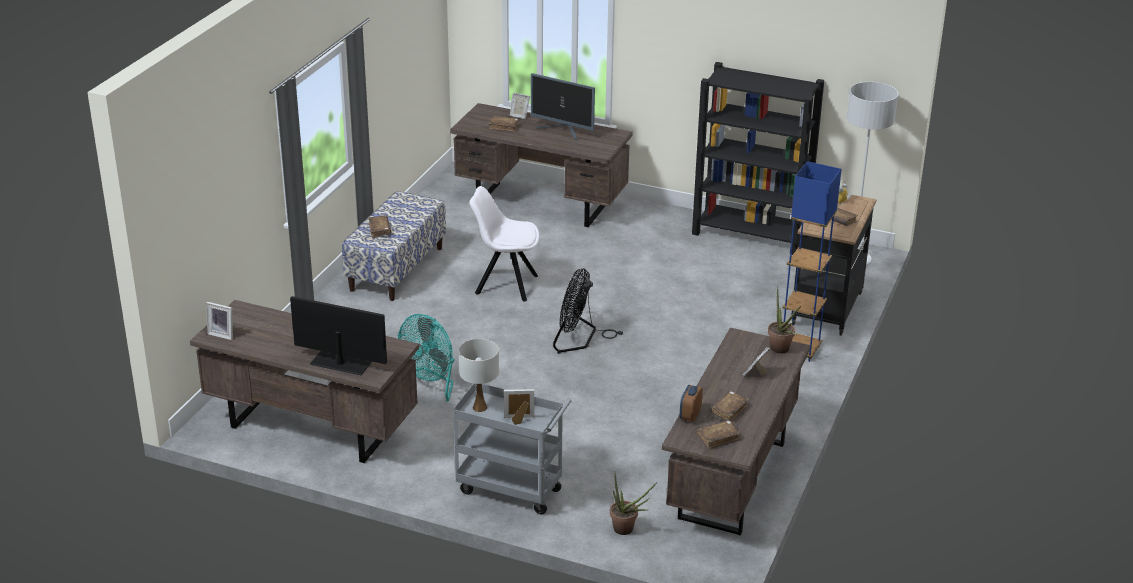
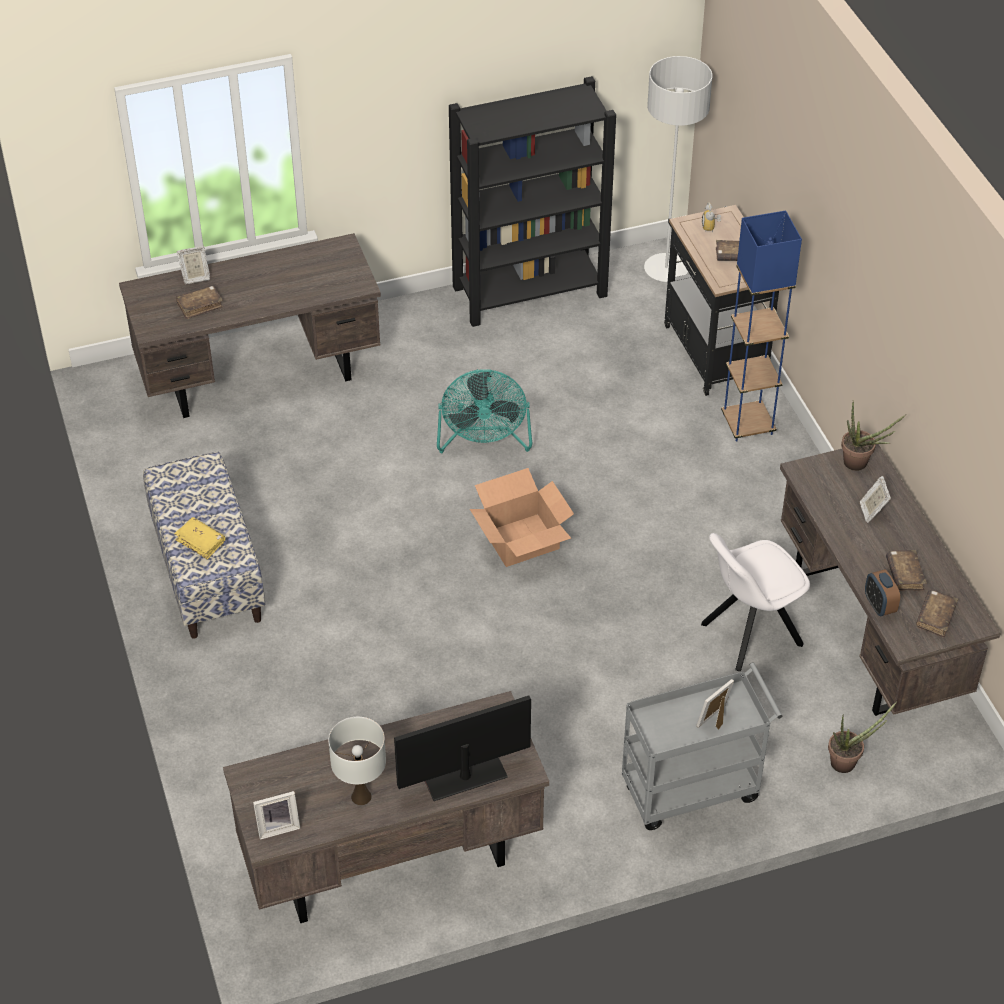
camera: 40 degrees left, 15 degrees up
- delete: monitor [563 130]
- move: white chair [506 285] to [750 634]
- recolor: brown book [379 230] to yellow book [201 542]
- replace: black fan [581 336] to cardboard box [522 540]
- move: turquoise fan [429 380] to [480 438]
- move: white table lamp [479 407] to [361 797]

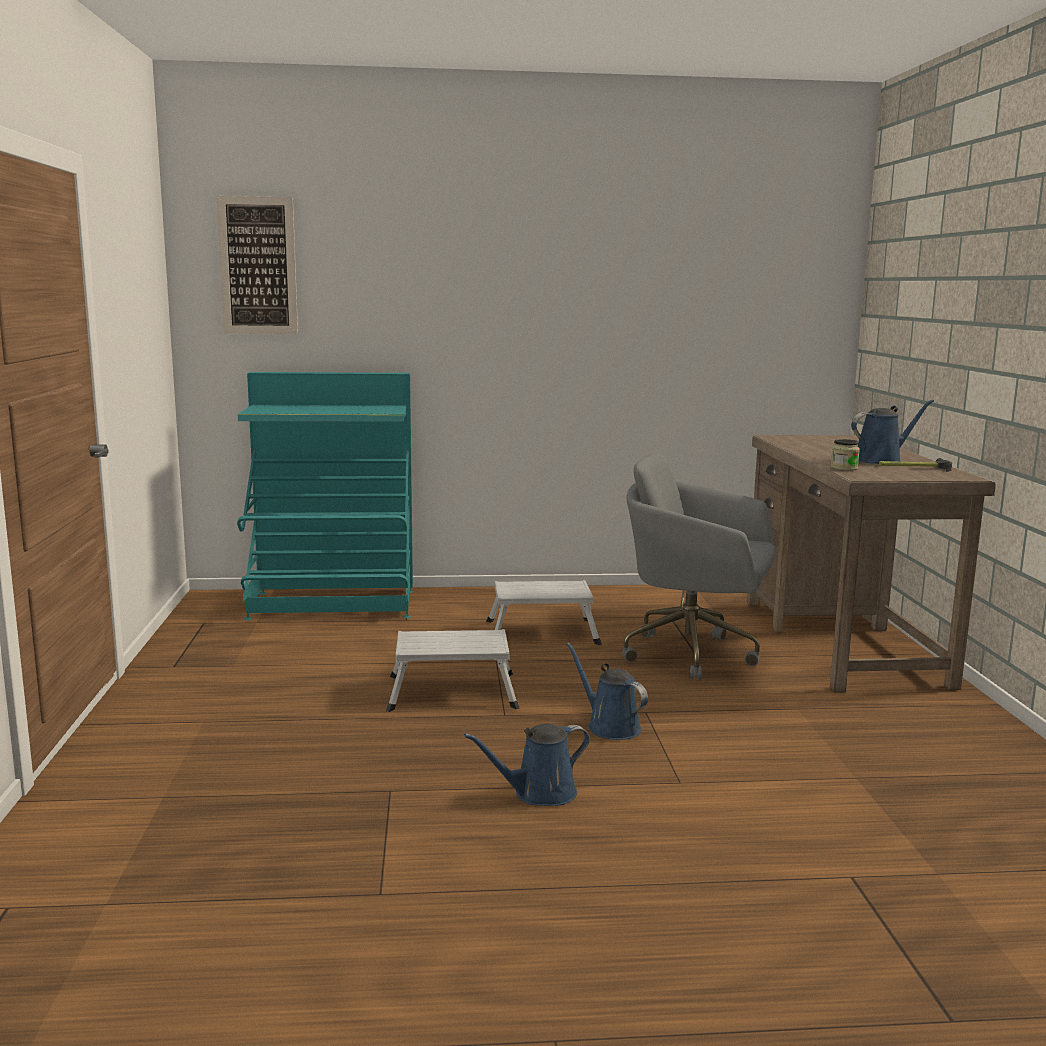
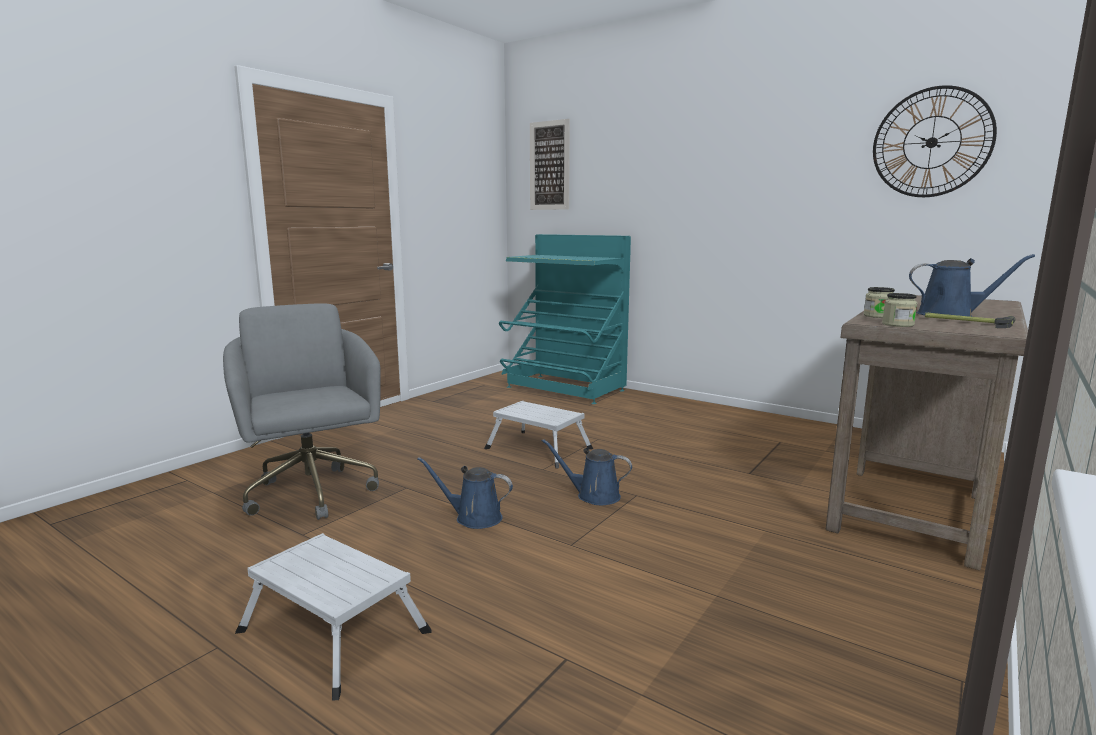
camera: 40 degrees right, 0 degrees up
- move: grey office chair [695 656] to [313 496]
- move: white step ladder [541 632] to [332 631]
- rotate: blue watering can [610 726] = [594 496] 75 degrees counterclockwise
- insert: wall clock [931 142]
- insert: jar [897 324]

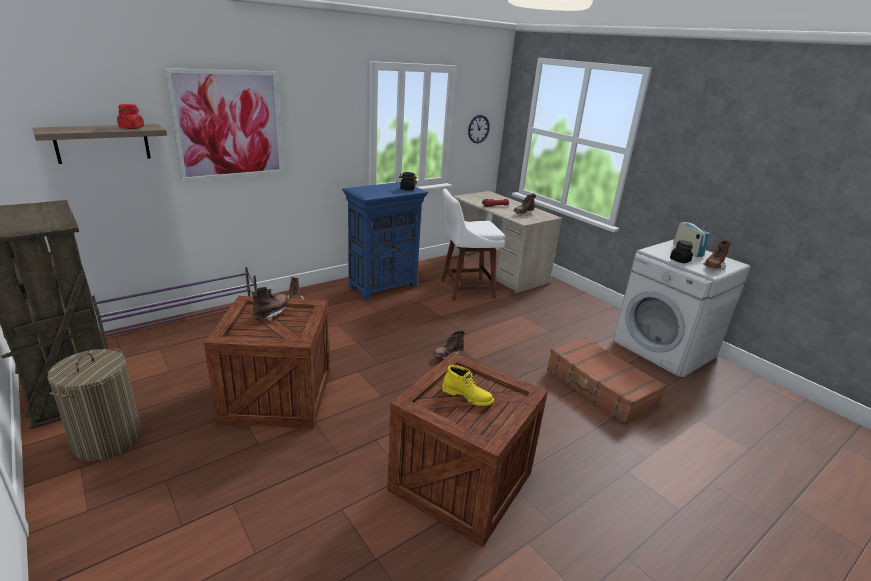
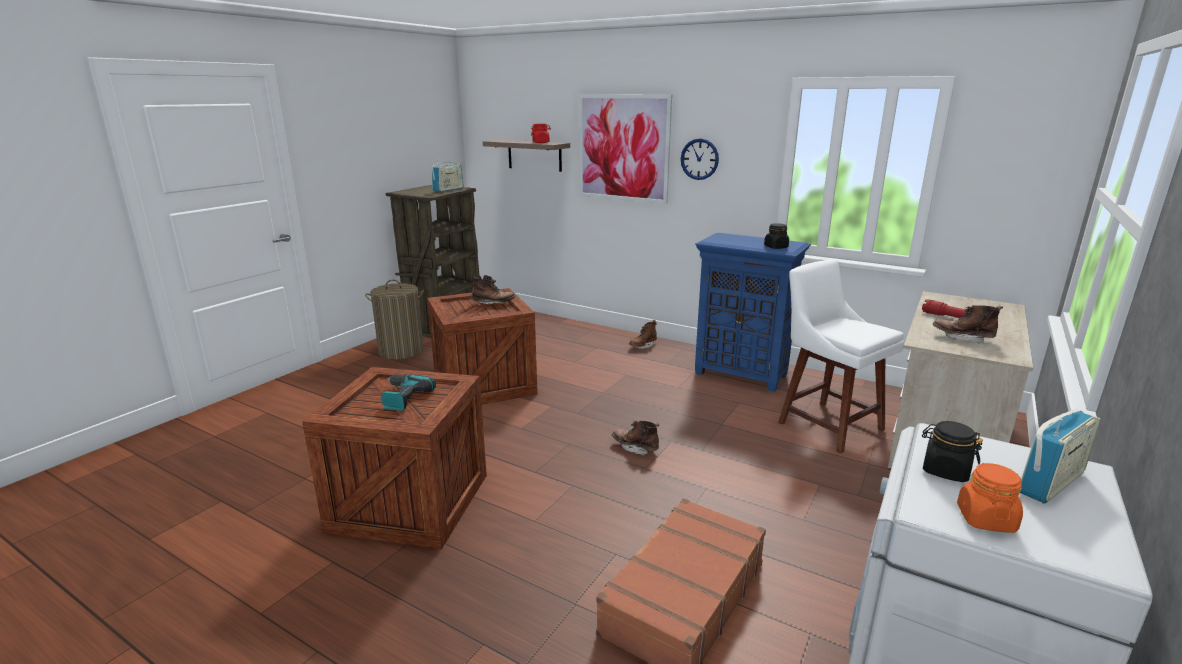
camera: 70 degrees right, 5 degrees down
- move: wall clock [478 129] to [699 159]
- replace: brown boot [713 267] to orange jar [985 519]
- delete: purple shoe rack [185 322]
- replace: yellow boot [467 396] to power drill [402 398]
- insert: radio [448 189]

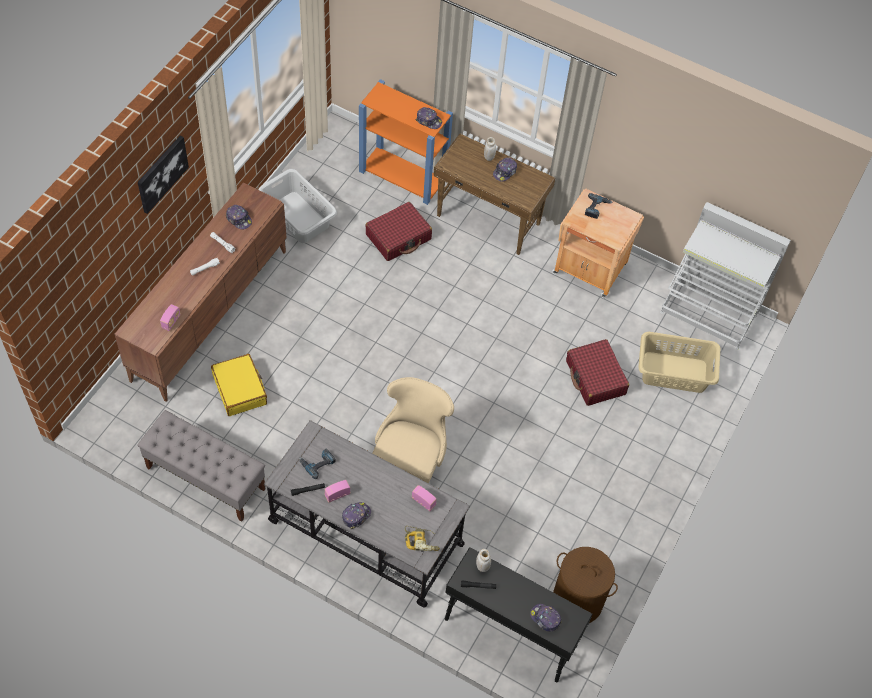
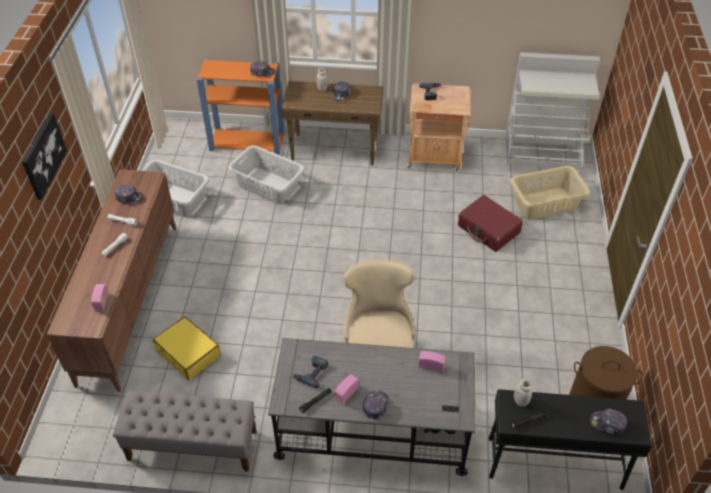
camera: 20 degrees left, 10 degrees down
- replace: red suitcase [398 237] to grey laundry basket [268 185]
- delete: power drill [422 541]

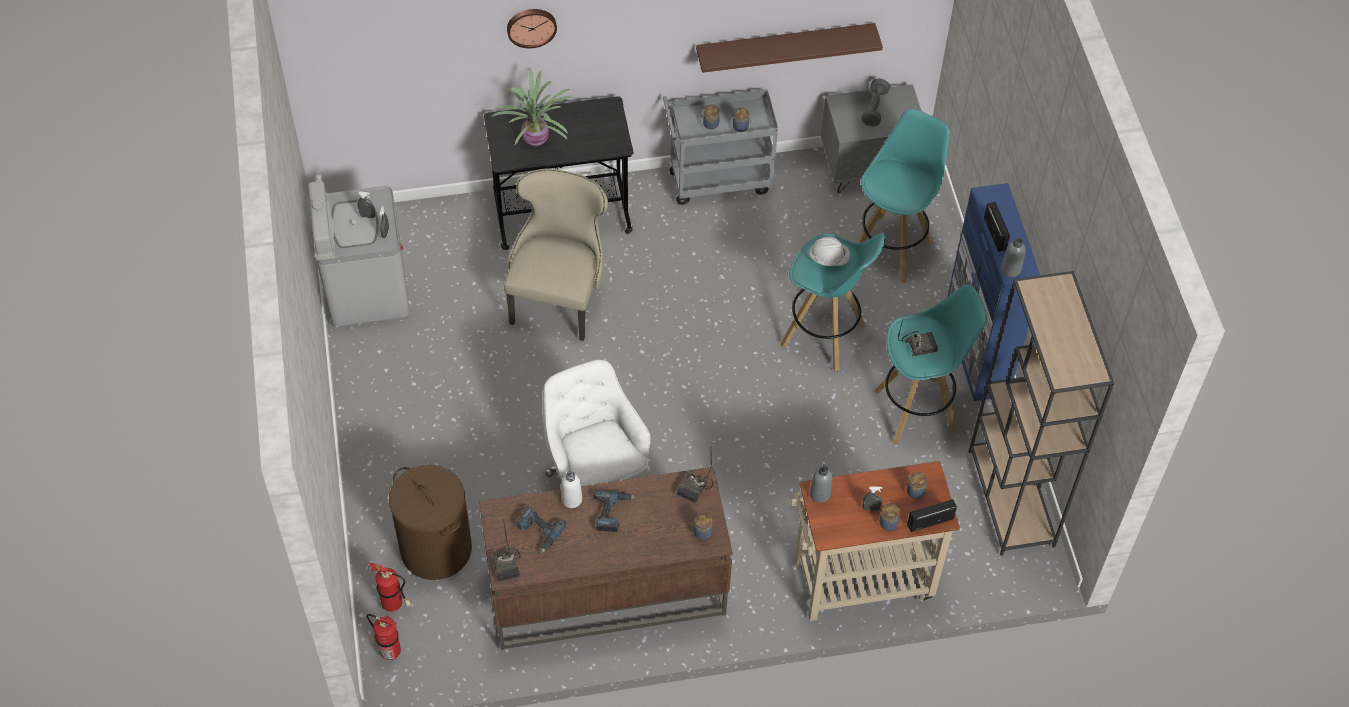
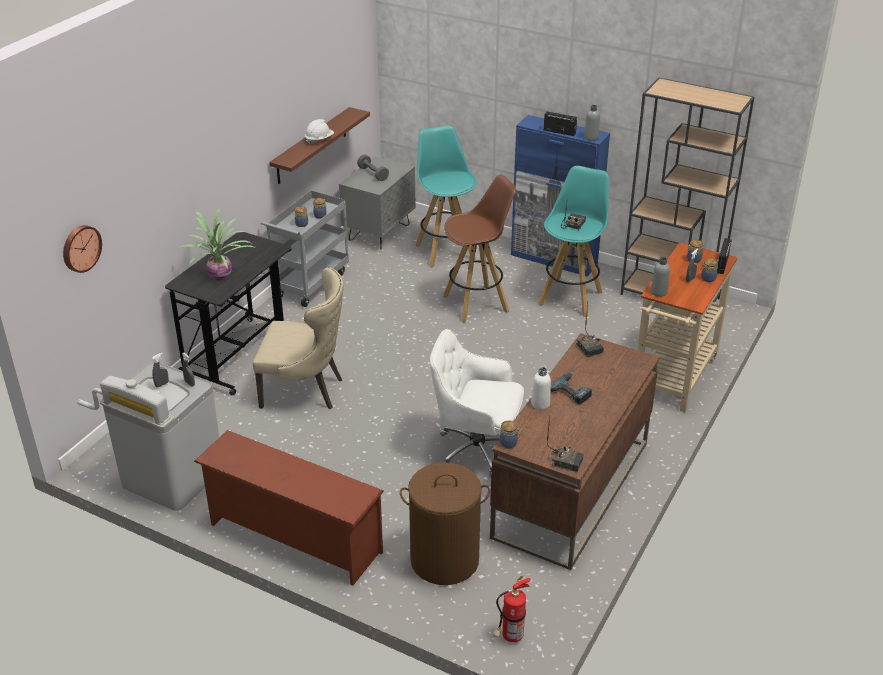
camera: 50 degrees left, 20 degrees down
- move: wall clock [531 26] to [80 248]
- rotate: beige chair [559 297] = [305 391] 135 degrees clockwise
- recolor: turquoise stool [824 336] to brown stool [477 303]
- move: white hard hat [829 258] to [319 139]
- delete: power drill [538 531]
- move: jar [703 533] to [509 443]
- delete: fire extinguisher [395 605]
- insert: brown shoe rack [293 538]

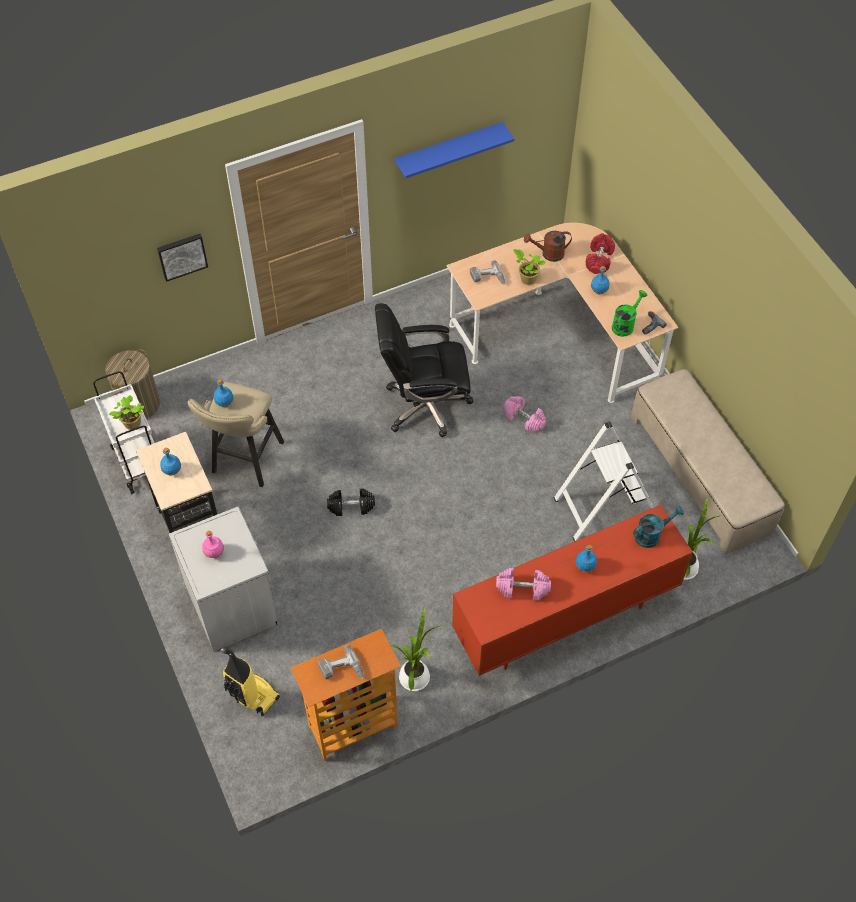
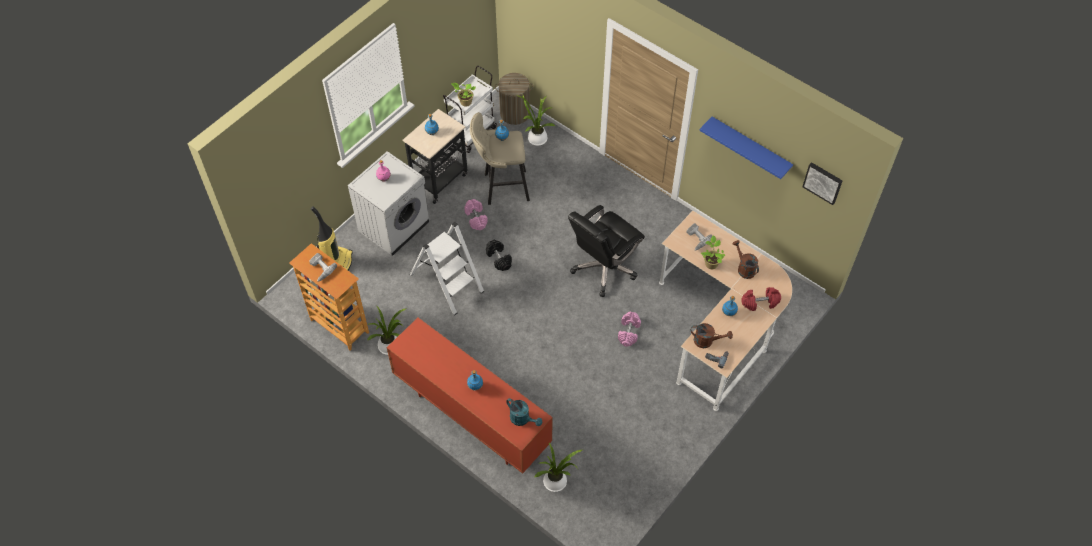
camera: 65 degrees right, 0 degrees up
- move: picture [182 255] to [823 182]
- recolor: green watering can [625 324] to brown watering can [707 341]
- rotate: black office chair [425 406] = [604 268] 105 degrees counterclockwise
- delete: beige bench [701 473]
- move: white step ladder [604 506] to [446 282]
- move: pink dumbbell [523 588] to [476 218]
- insert: potted plant [536 138]

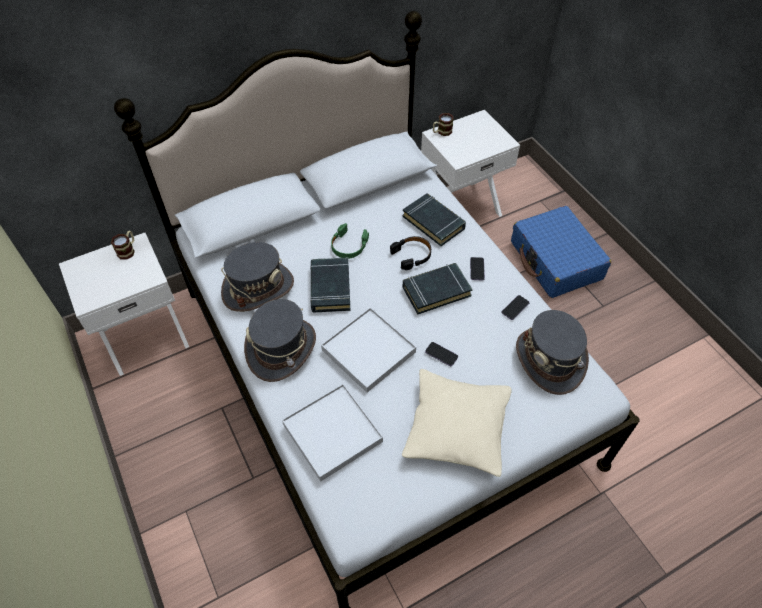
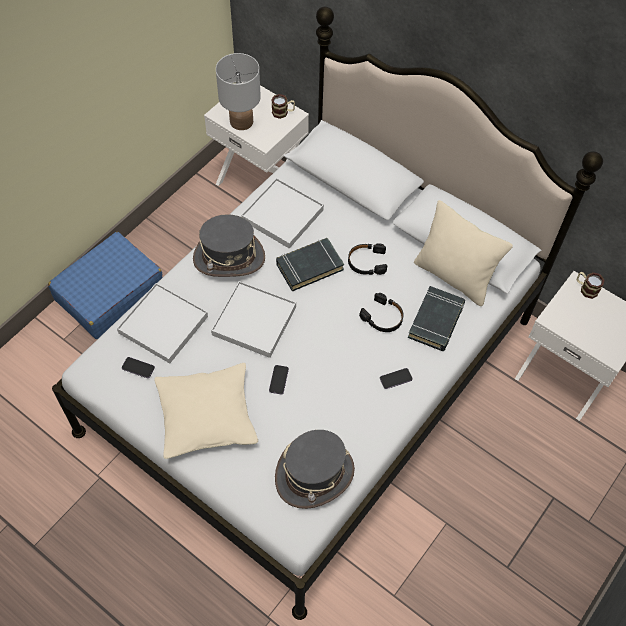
camera: 65 degrees right, 5 degrees up
- move: blue suitcase [555 261] to [109 293]
- recolor: green headphones [348 246] to black headphones [366 262]
- replace: grey hat [258 288] to white tray [283 215]
- delete: black book [436 291]
- move: phone [515 308] to [138 368]
- insert: grey table lamp [241 122]
- insert: beige pillow [454 277]

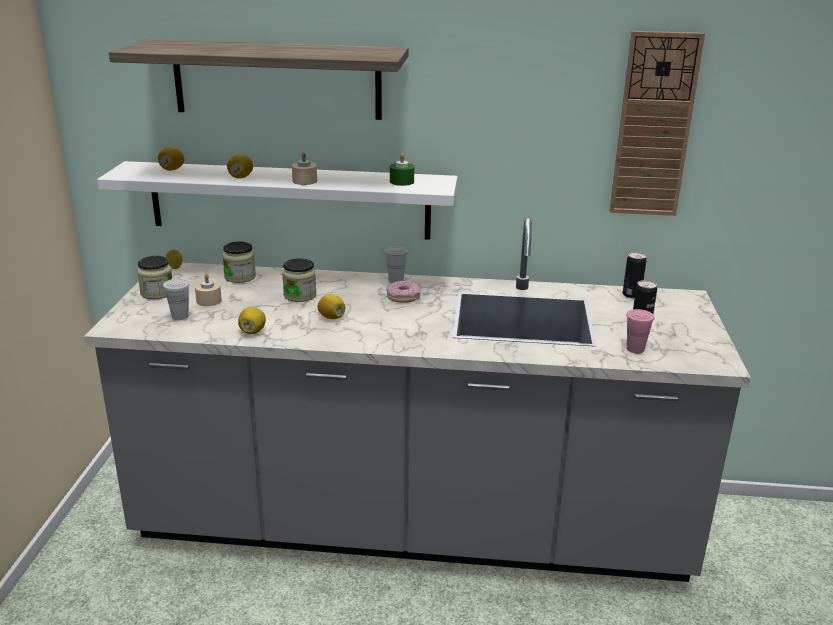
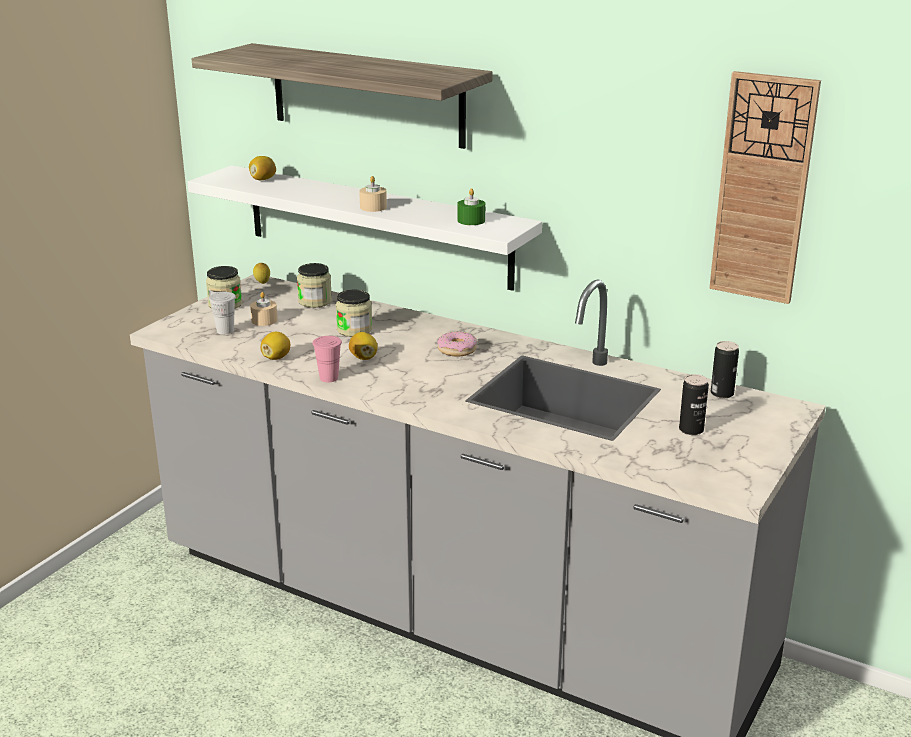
camera: 25 degrees right, 0 degrees up
- delete: lemon [241 177]
- delete: white cup [395 280]
- move: pink cup [635 349] to [329 378]

